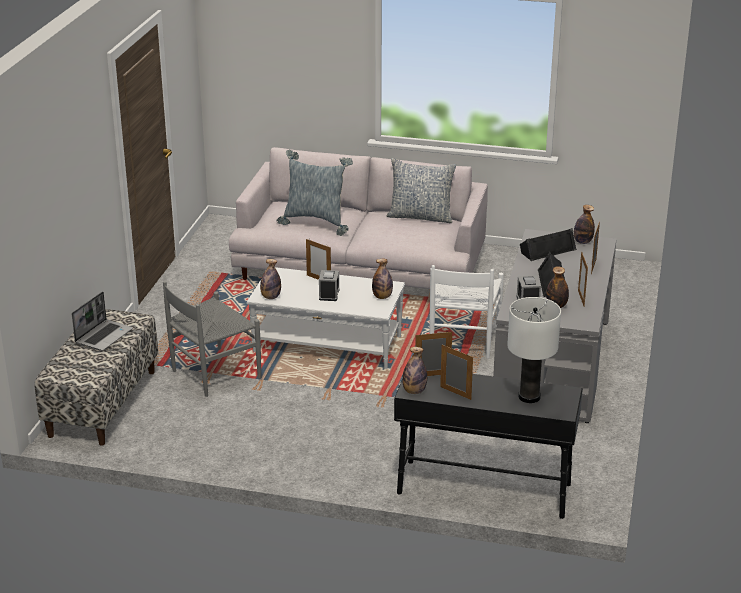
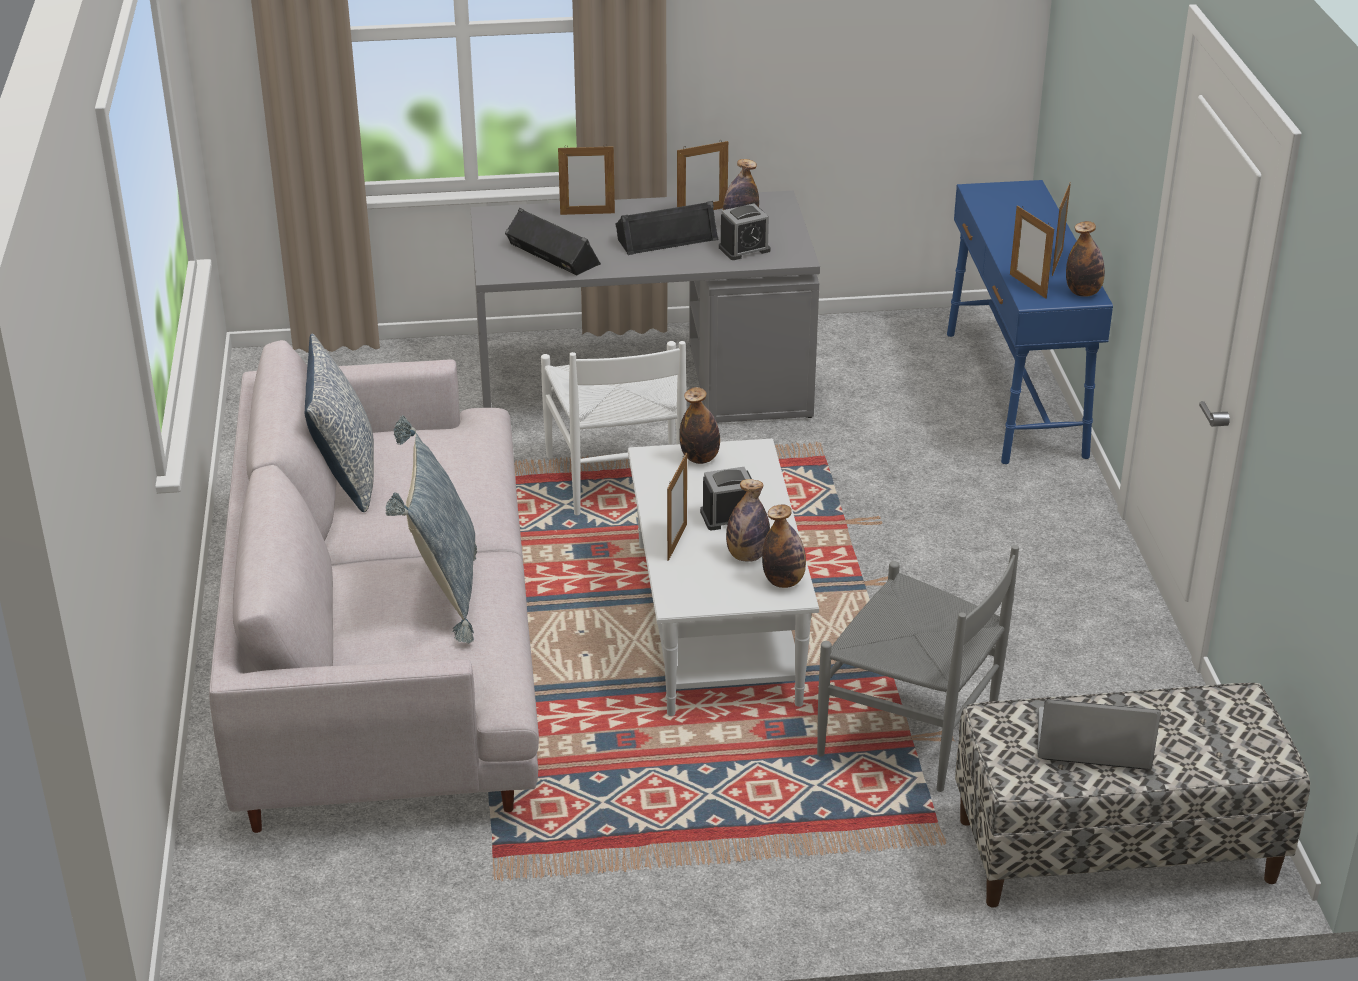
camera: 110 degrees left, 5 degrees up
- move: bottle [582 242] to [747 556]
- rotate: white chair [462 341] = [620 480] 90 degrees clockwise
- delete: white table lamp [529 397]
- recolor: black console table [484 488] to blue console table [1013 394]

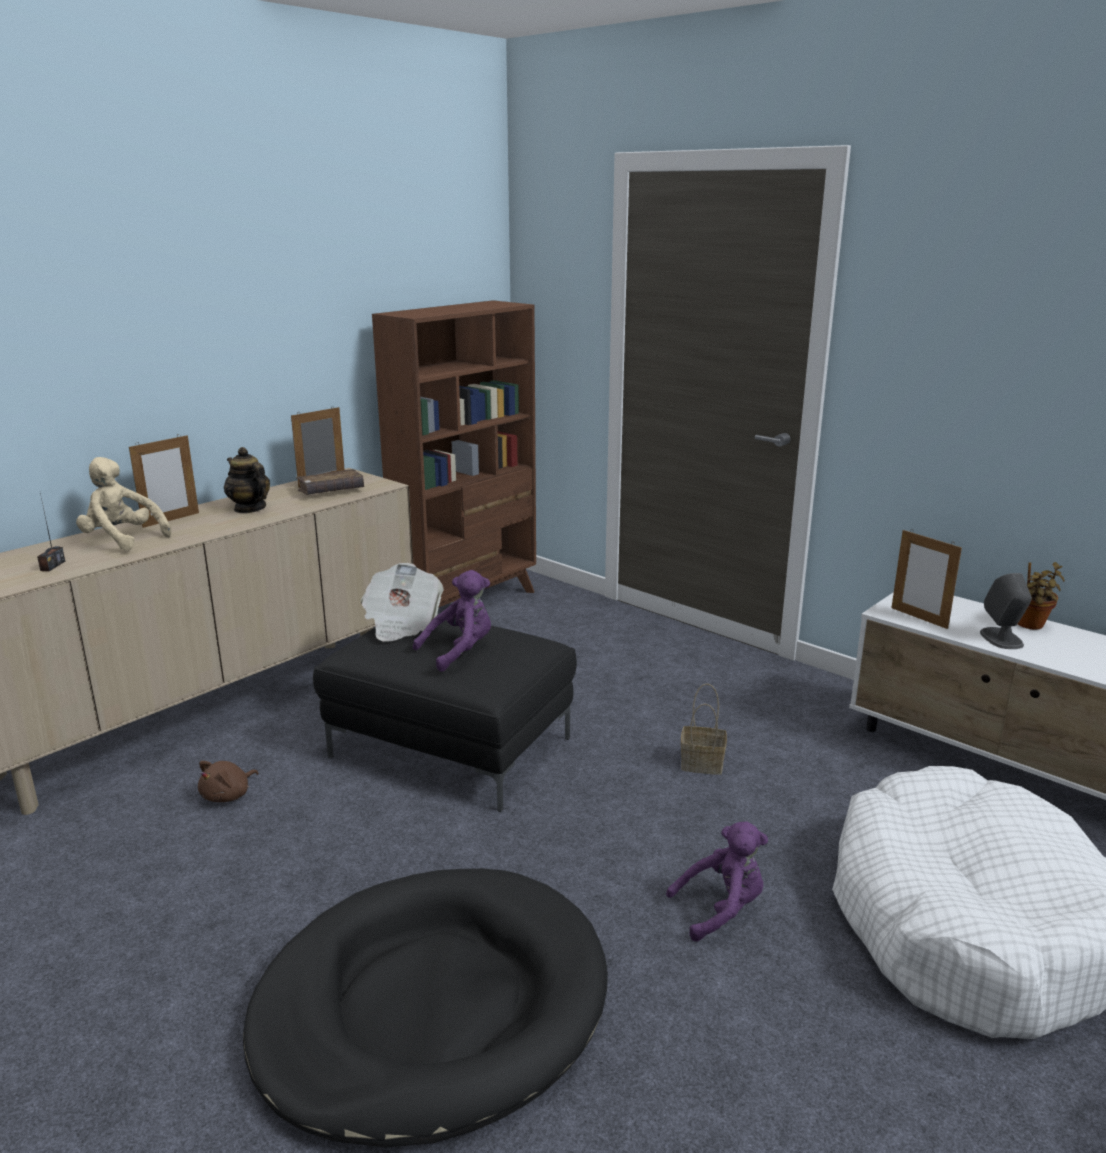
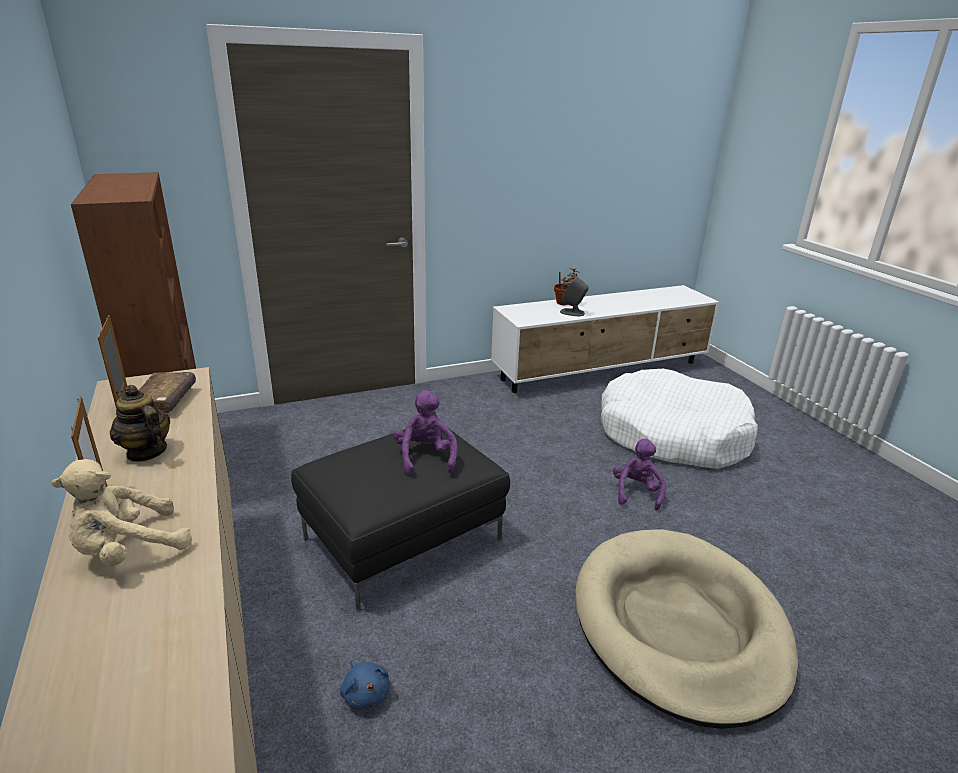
camera: 65 degrees left, 5 degrees up
- rotate: teapot [249 508] = [146 452] 60 degrees clockwise
- delete: radio [52 566]
- delete: picture frame [919 618]
- delete: newspaper [402 623]
- delete: basket [700 764]
- recolor: brown plush toy [228 795] to blue plush toy [365 693]
- recolor: black dog bed [431 1007] to beige dog bed [679 626]

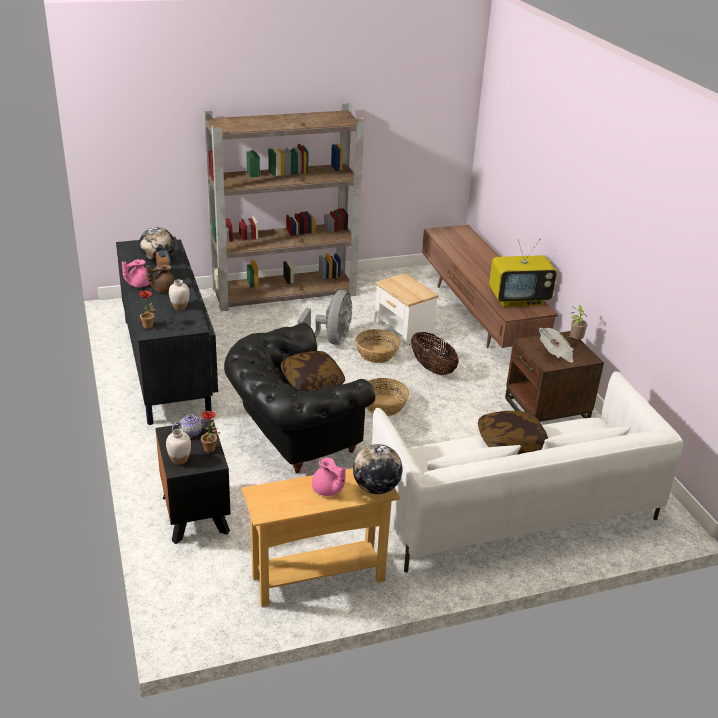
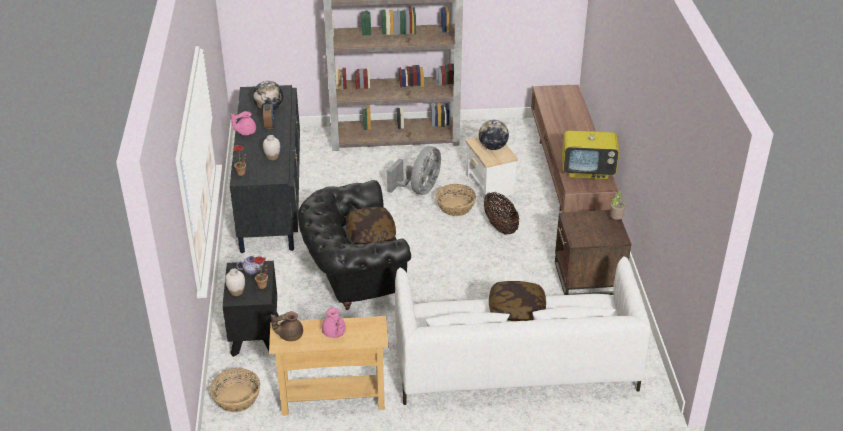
camera: 15 degrees right, 5 degrees up
- move: brown teapot [163 289] to [289 335]
- delete: newspaper [555 354]
- move: basket [383 405] to [236 398]
- move: globe [376 488] to [493 147]

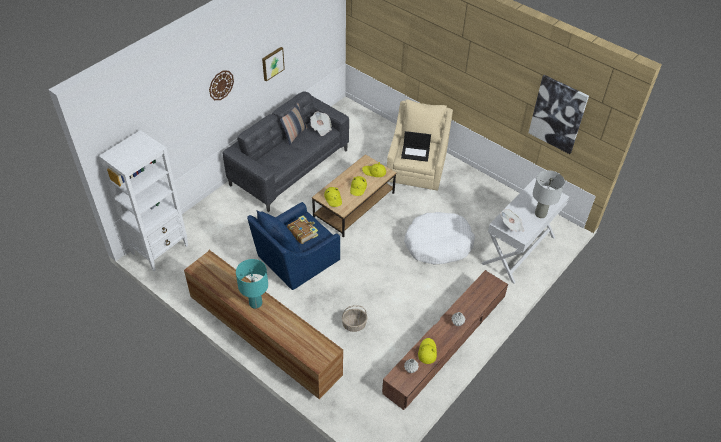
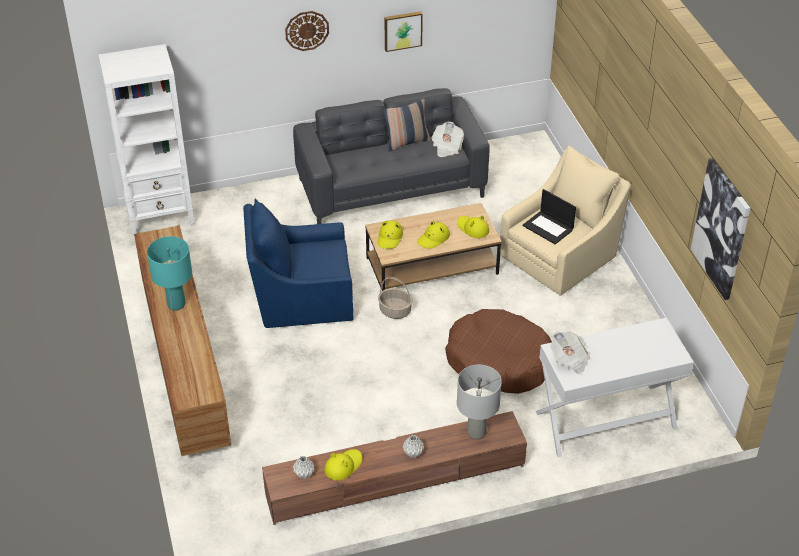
camera: 35 degrees right, 5 degrees down
- move: grey table lamp [540 214] to [476 432]
- recolor: white dog bed [438 244] to brown dog bed [498 361]
- delete: book [302 232]
- move: basket [354 324] to [395 311]

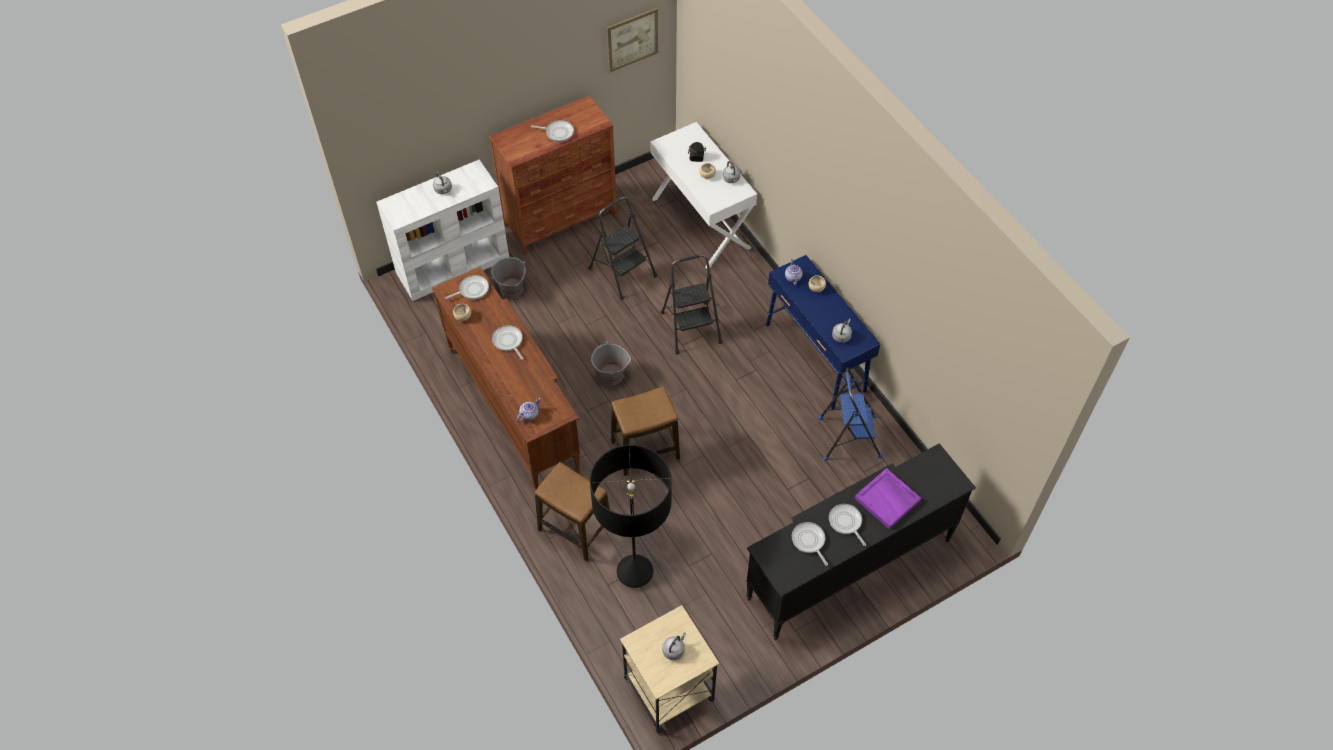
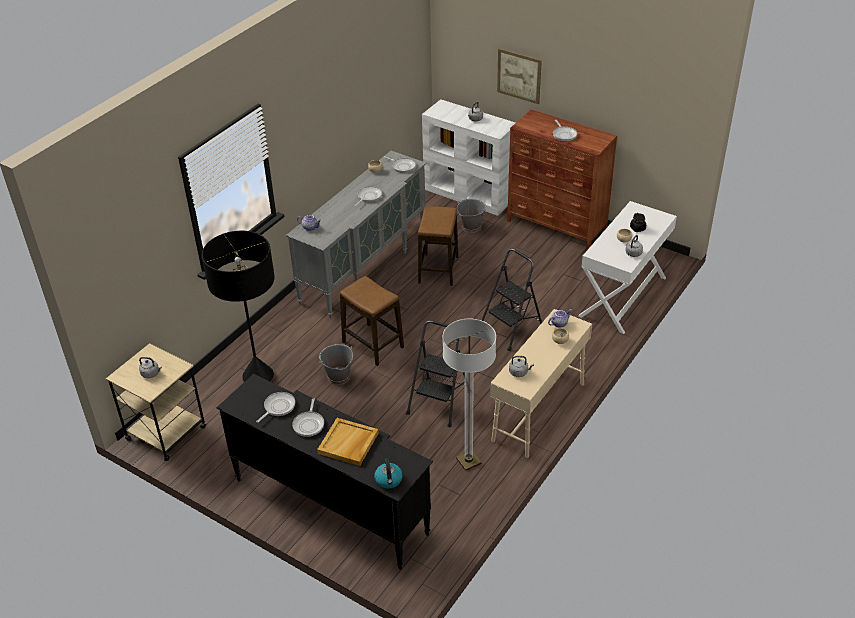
camera: 65 degrees right, 15 degrees down
- move: picture [632 39] to [519 76]
- move: black step ladder [621 270] to [439 400]
- recolor: blue console table [814 358] to beige console table [538 412]
- recolor: brown cabinet [514 409] to grey cabinet [365 267]
- move: grey bucket [611 375] to [338 376]
- replace: blue step ladder [847 437] to floor lamp [468 461]
- move: stool [575 529] to [438 270]
- recolor: purple tray [888 499] to beige tray [348 444]
- rotate: frying pan [846 522] = [309 424] 150 degrees clockwise
- insert: kettle [389 480]

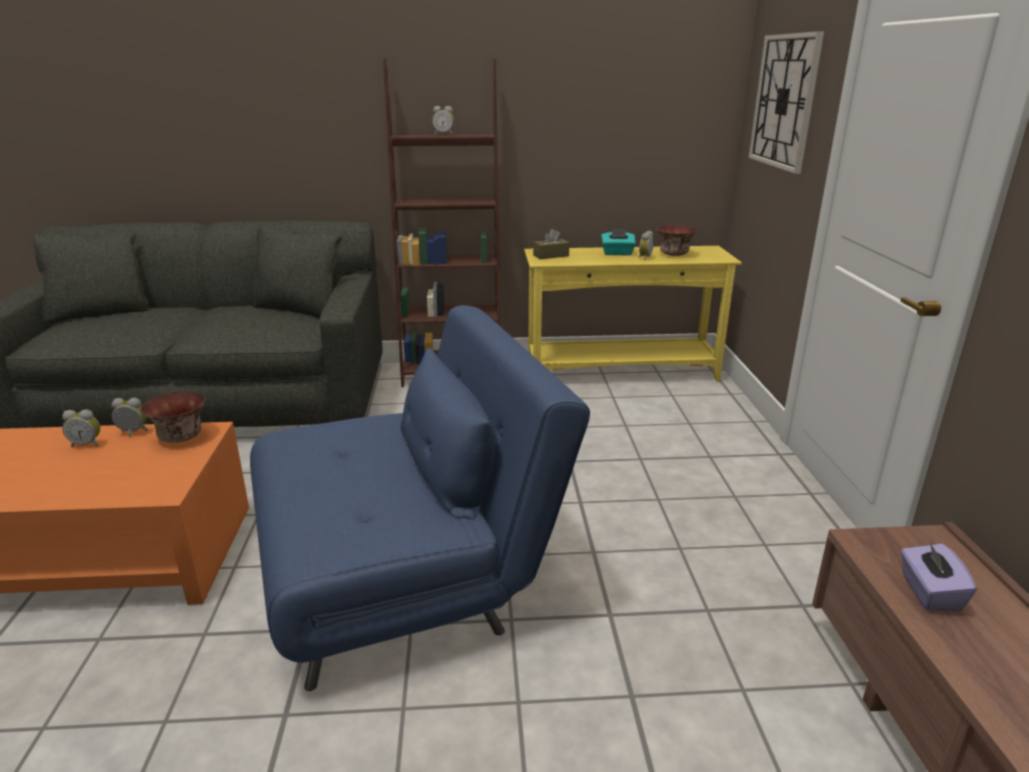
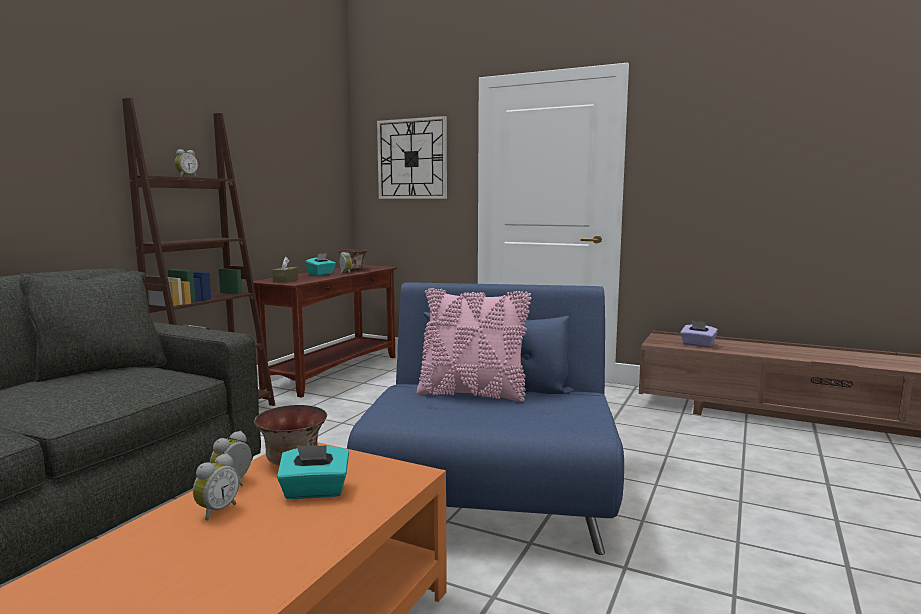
camera: 60 degrees left, 15 degrees down
- recolor: yellow console table [621 372] to brown console table [333 372]
- insert: pink pillow [473 393]
- insert: turquoise tissue box [315 491]

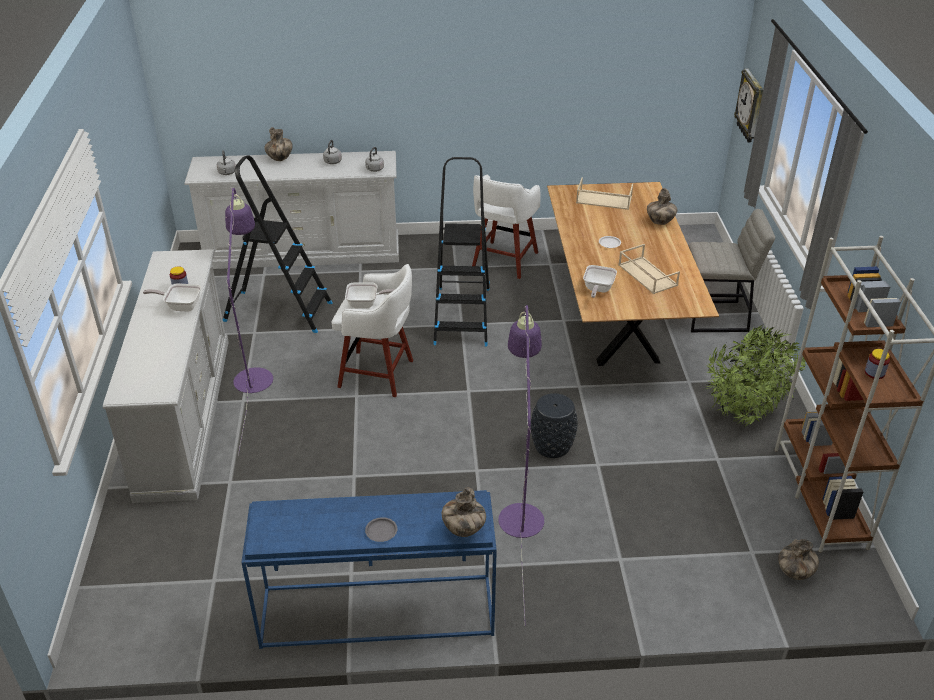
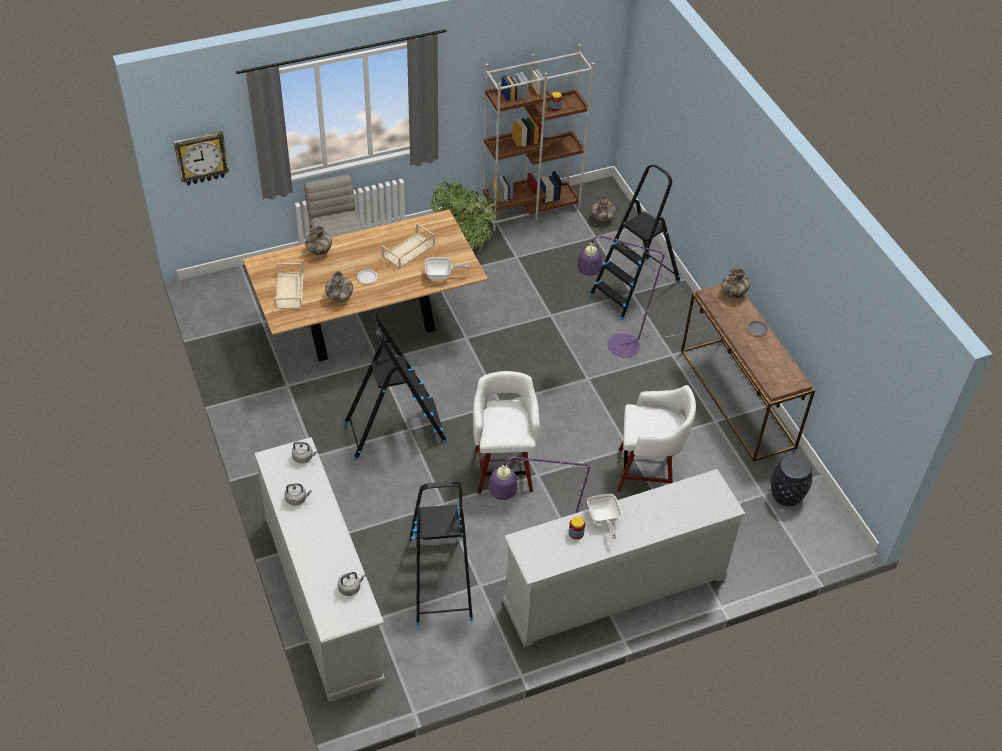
camera: 110 degrees left, 10 degrees up
- move: vase [280 158] to [340 298]
- move: white stool [504 261] to [648 473]
- delete: frying pan [366 304]
- move: black stool [552 446] to [786 494]
- recolor: blue console table [376 613] to brown console table [738 399]
- insert: black step ladder [634 288]

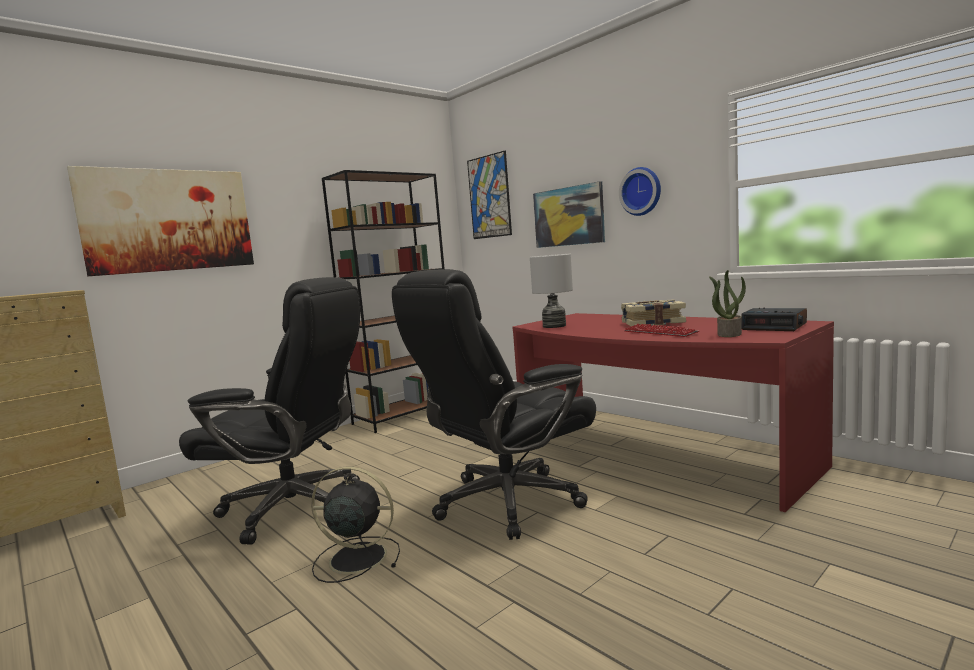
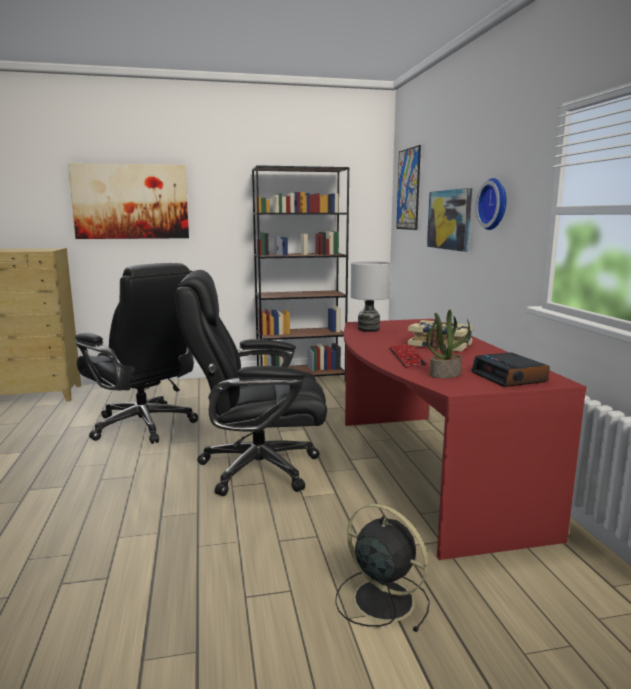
camera: 30 degrees right, 5 degrees up
- move: black fan [355 558] to [381 599]

